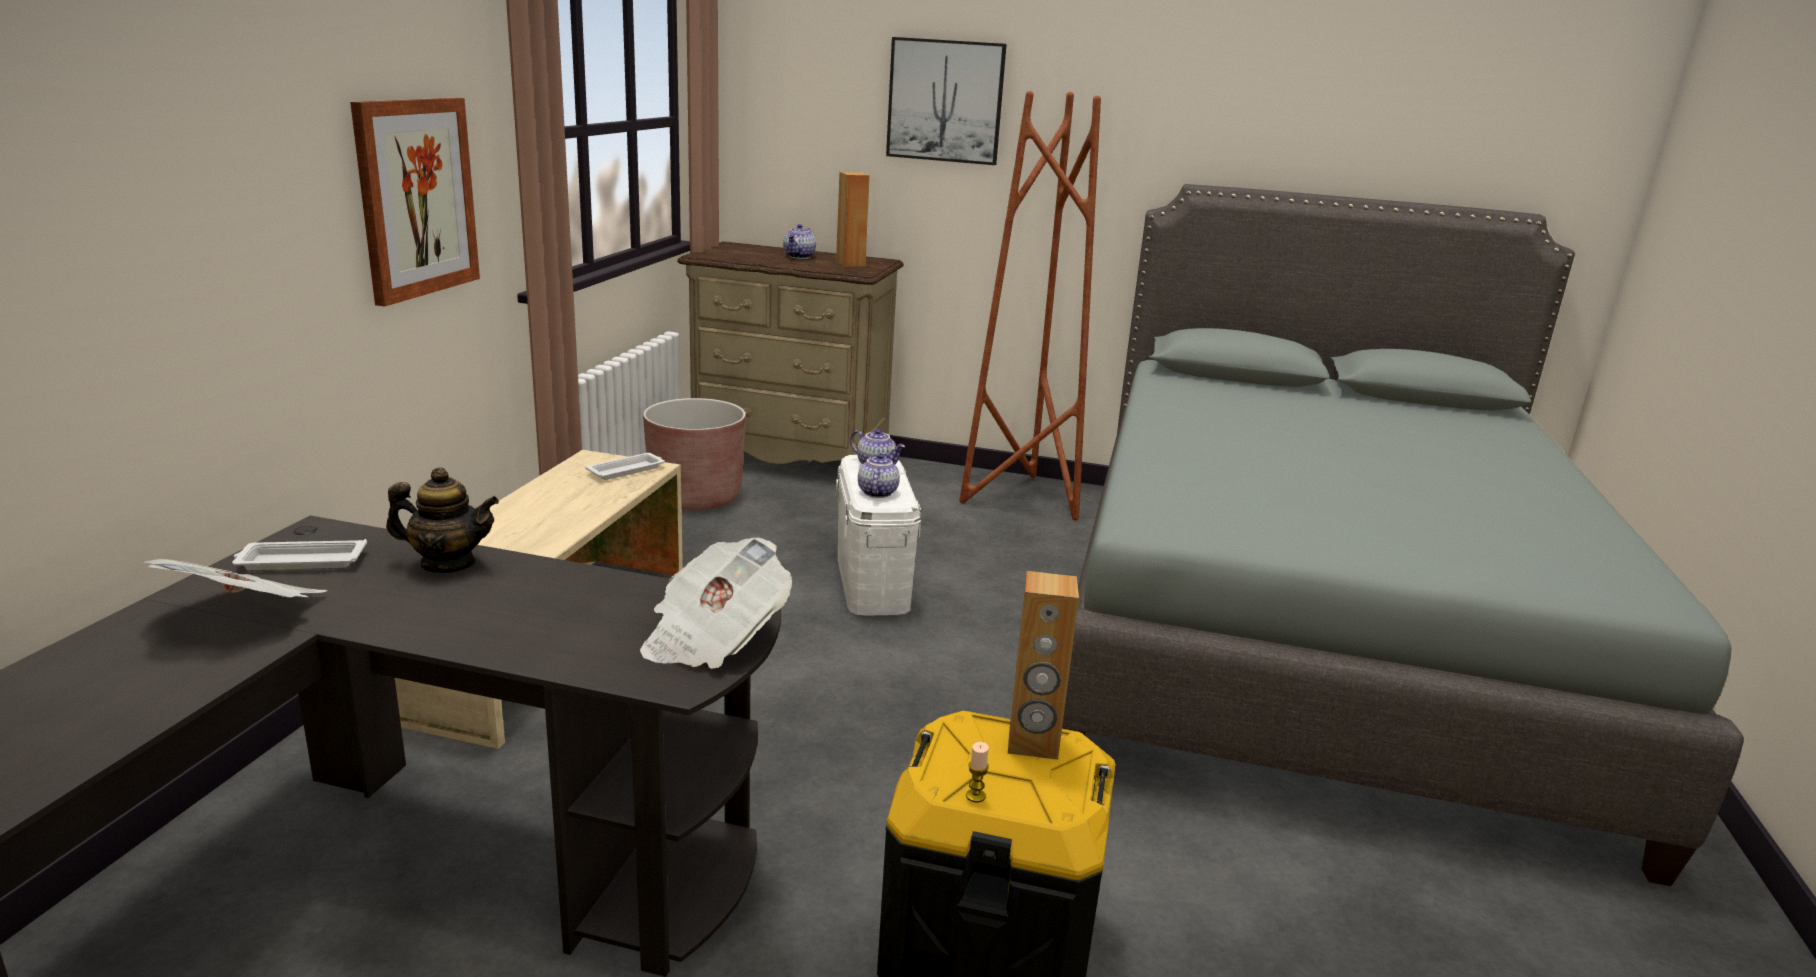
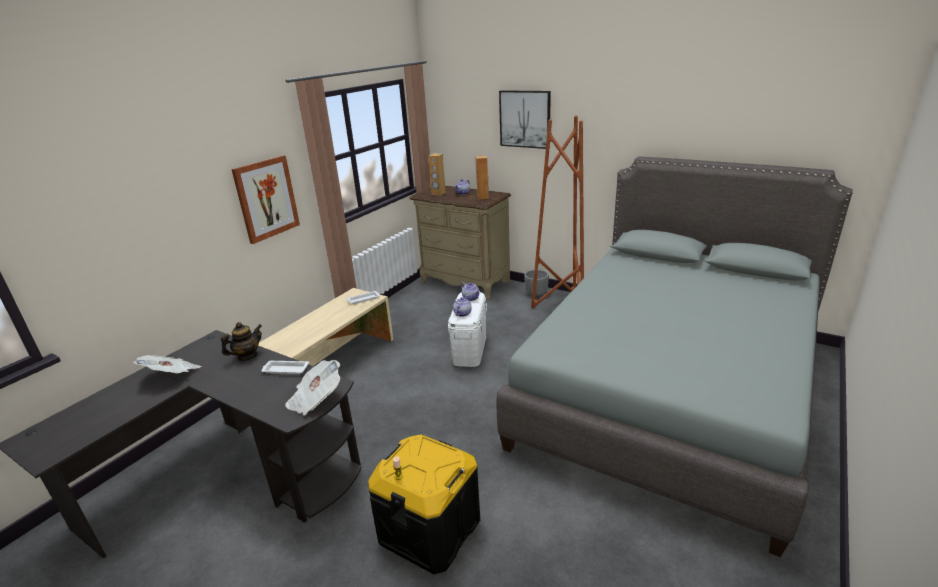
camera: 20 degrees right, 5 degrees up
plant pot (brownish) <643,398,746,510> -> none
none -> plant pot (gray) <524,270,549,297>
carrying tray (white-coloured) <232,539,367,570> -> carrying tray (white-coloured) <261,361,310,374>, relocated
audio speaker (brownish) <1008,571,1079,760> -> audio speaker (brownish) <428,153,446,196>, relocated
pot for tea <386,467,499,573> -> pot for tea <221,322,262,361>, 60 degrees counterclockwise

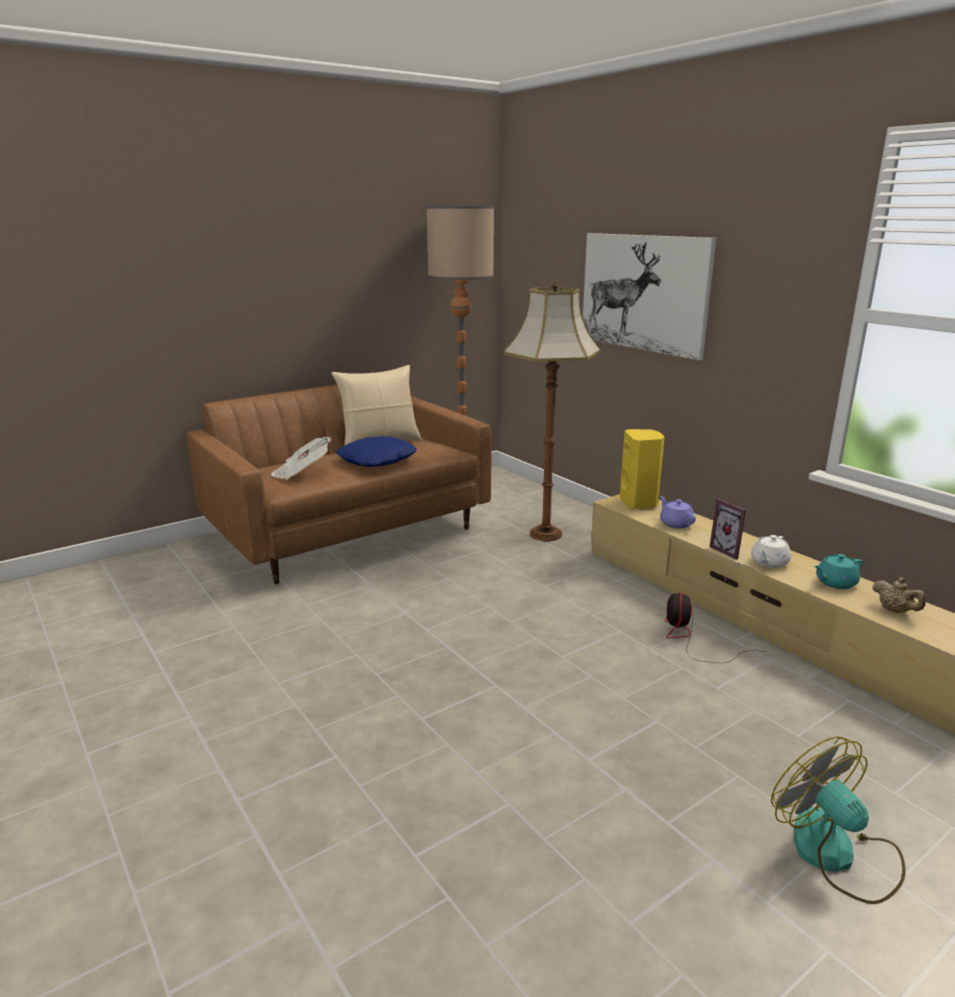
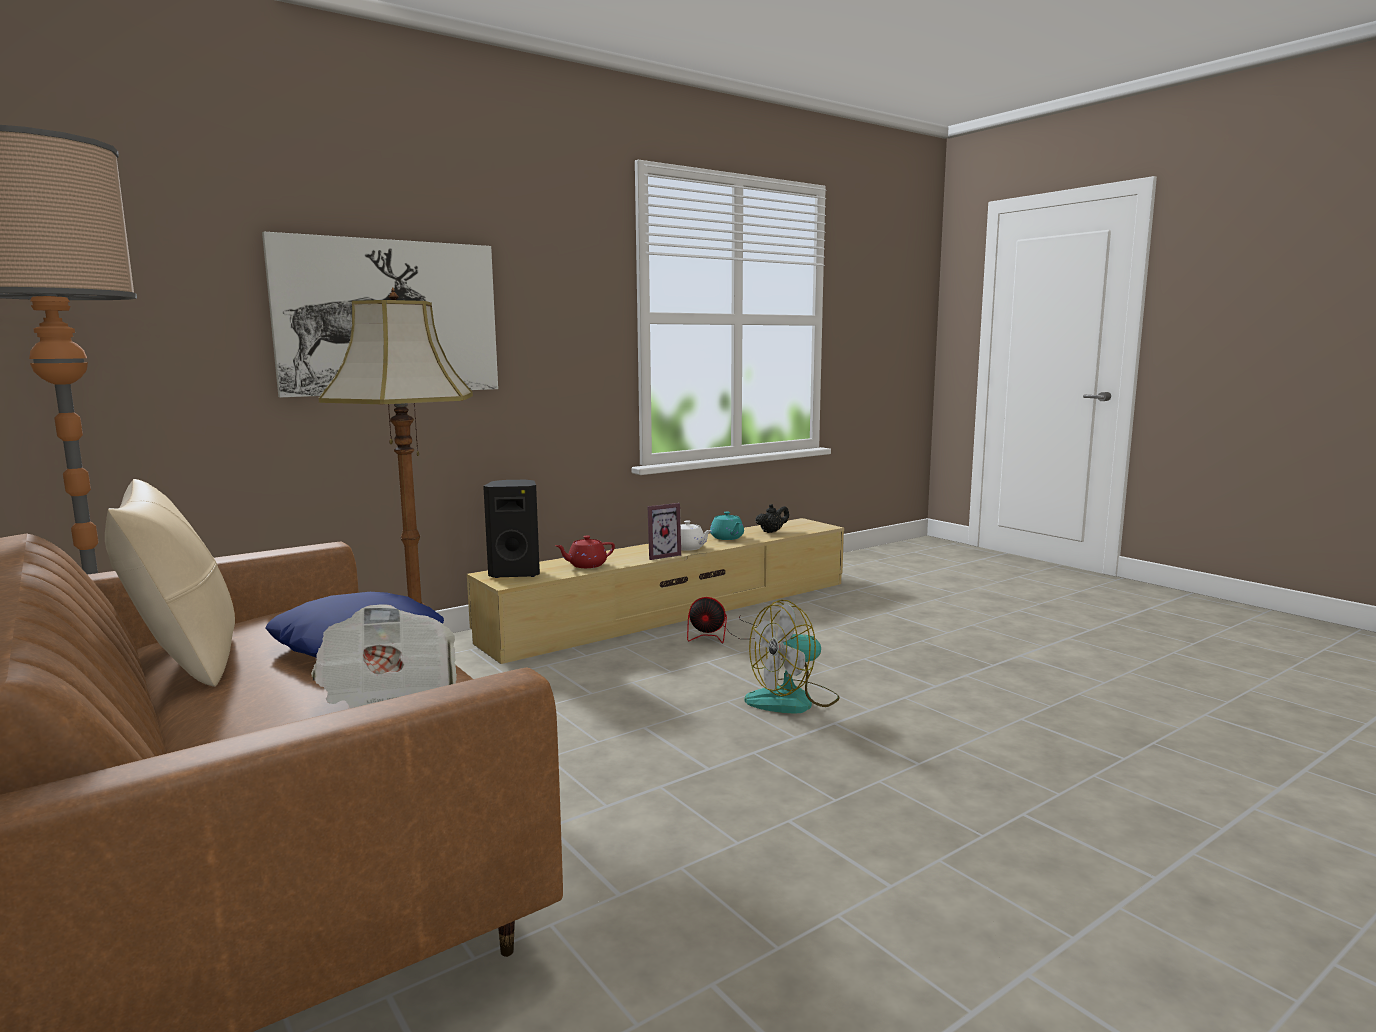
camera: 90 degrees left, 10 degrees down
electric fan <771,736,906,904> -> electric fan <745,600,840,714>, relocated
audio speaker (yellowish) <620,429,665,509> -> audio speaker (black) <483,480,540,578>
pot for tea (purple-coloured) <660,496,696,529> -> pot for tea (red) <555,536,615,568>
pot for tea (sand-coloured) <872,577,926,613> -> pot for tea (black) <755,504,789,533>

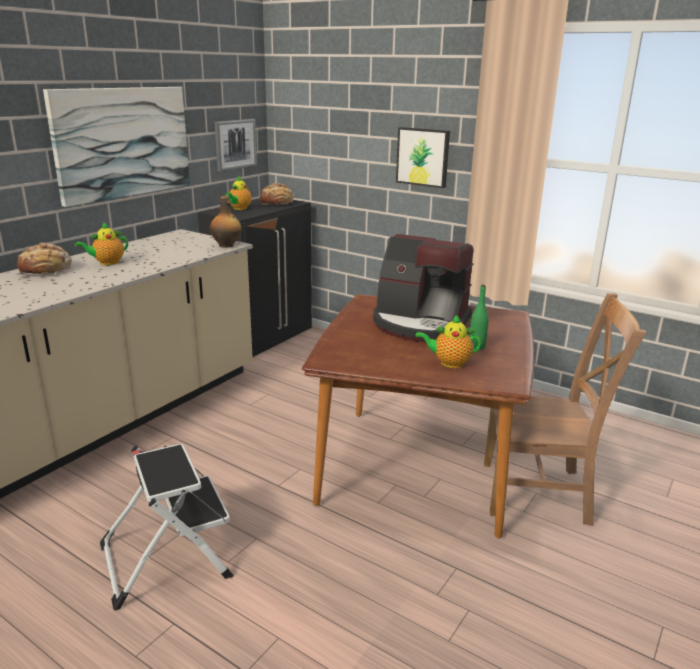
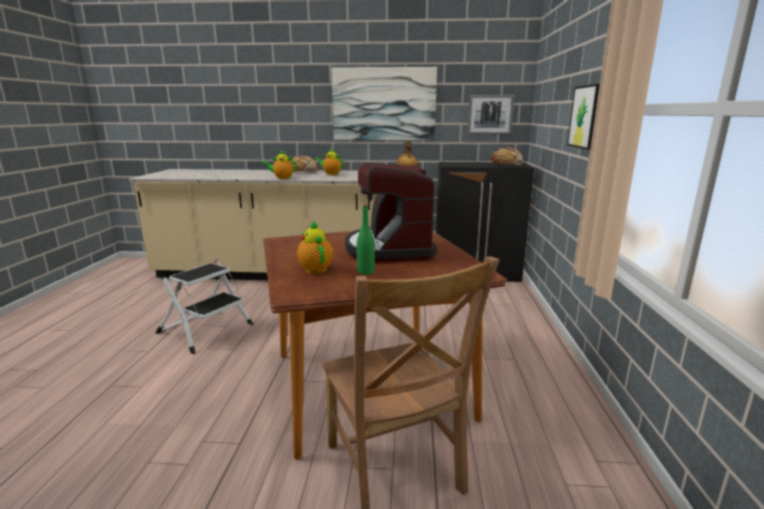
camera: 60 degrees right, 5 degrees down
pot for tea <225,176,252,210> -> pot for tea <261,150,297,179>, relocated

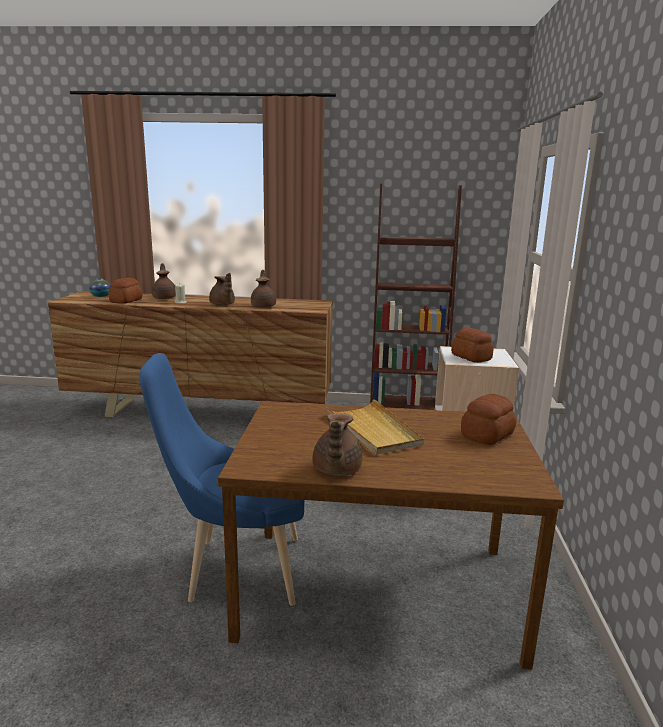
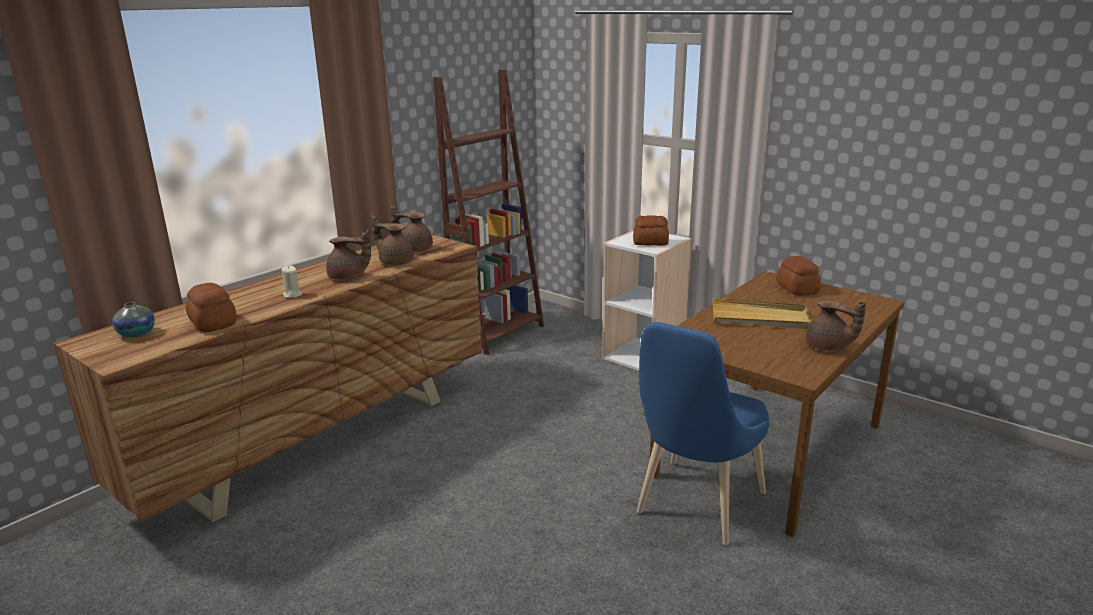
camera: 55 degrees left, 5 degrees up
pot for tea (brownish) <152,263,176,299> -> pot for tea (brownish) <390,205,433,252>, relocated

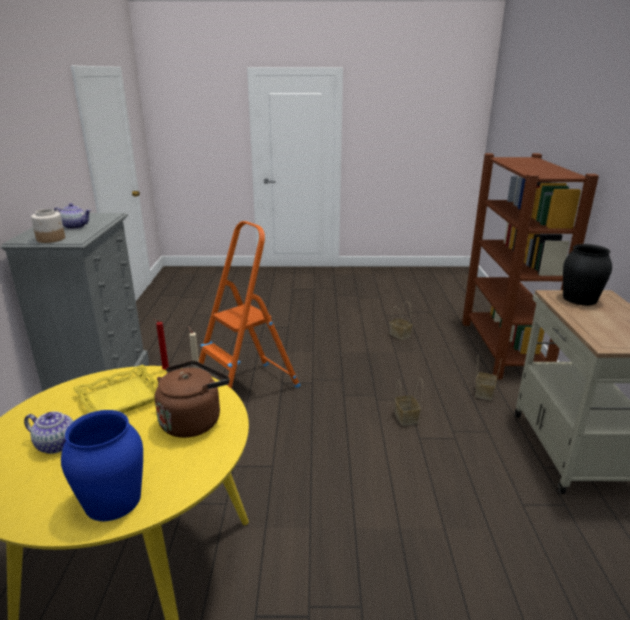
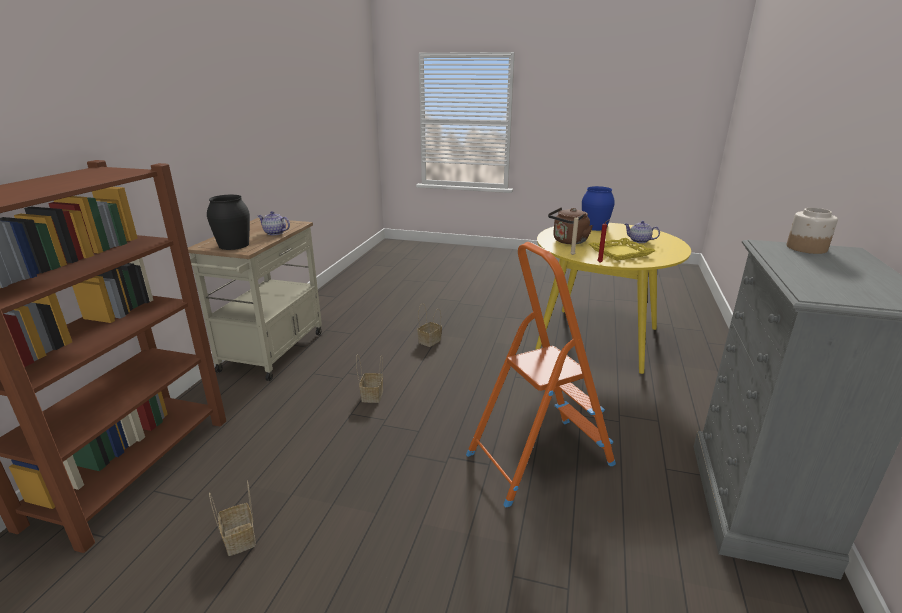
camera: 165 degrees left, 0 degrees up
pot for tea <54,203,91,229> -> pot for tea <258,211,290,235>, relocated
basket <475,354,501,400> -> basket <417,304,442,347>, relocated

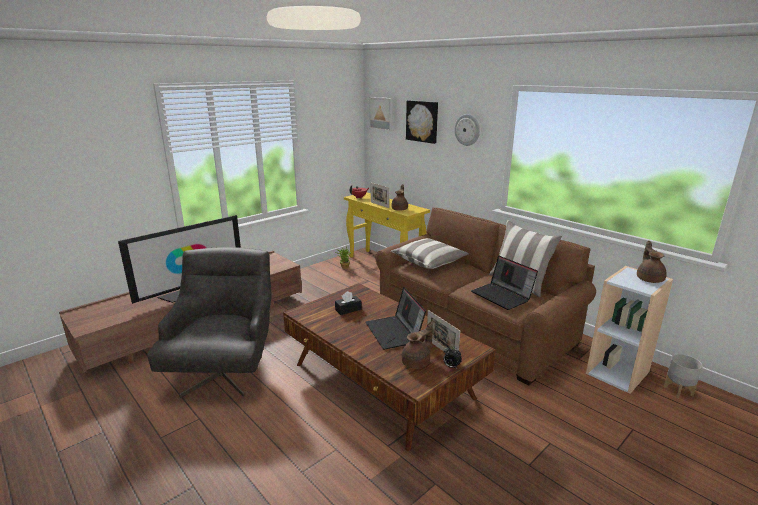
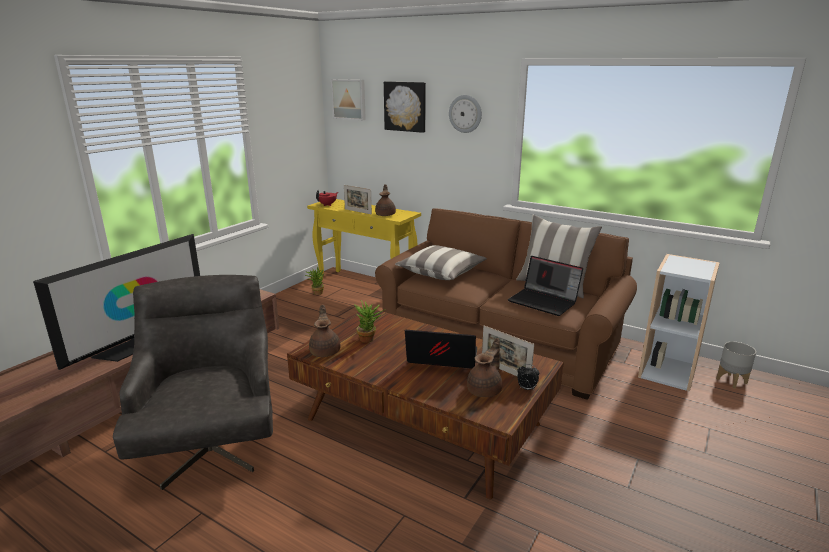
camera: 15 degrees left, 0 degrees up
pot for tea (brownish) <637,241,667,283> -> pot for tea (brownish) <309,305,340,357>, relocated
tissue box (black) <335,291,362,315> -> plant in a pot <354,300,385,343>
portable computer <366,287,426,350> -> portable computer <405,330,477,369>, 135 degrees clockwise

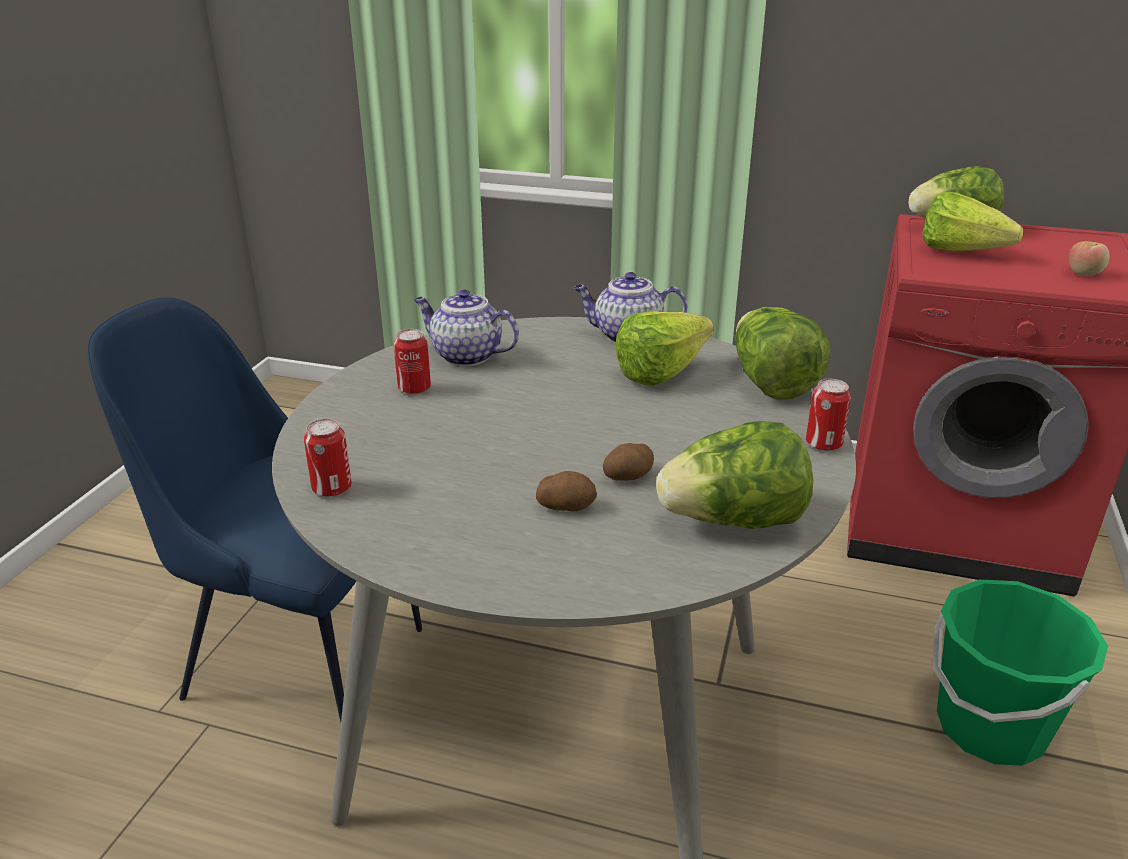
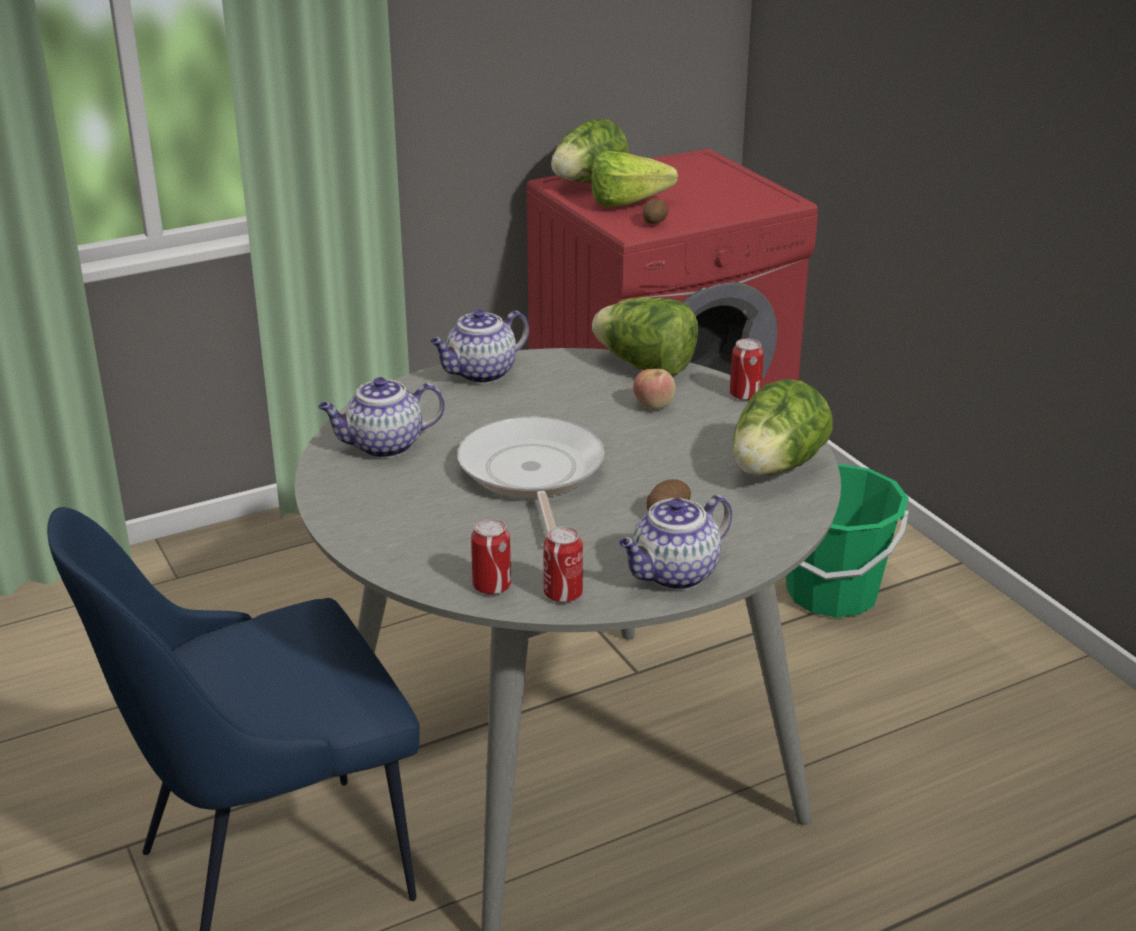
camera: 45 degrees left, 0 degrees up
head of lettuce <615,311,714,386> -> none
none -> pan <457,416,605,533>
none -> pot for tea <619,495,732,590>
can <394,329,431,395> -> can <544,526,583,602>, relocated
spud <603,443,654,481> -> spud <643,198,669,224>, relocated
whole apple <1069,241,1110,276> -> whole apple <633,369,676,410>, relocated

